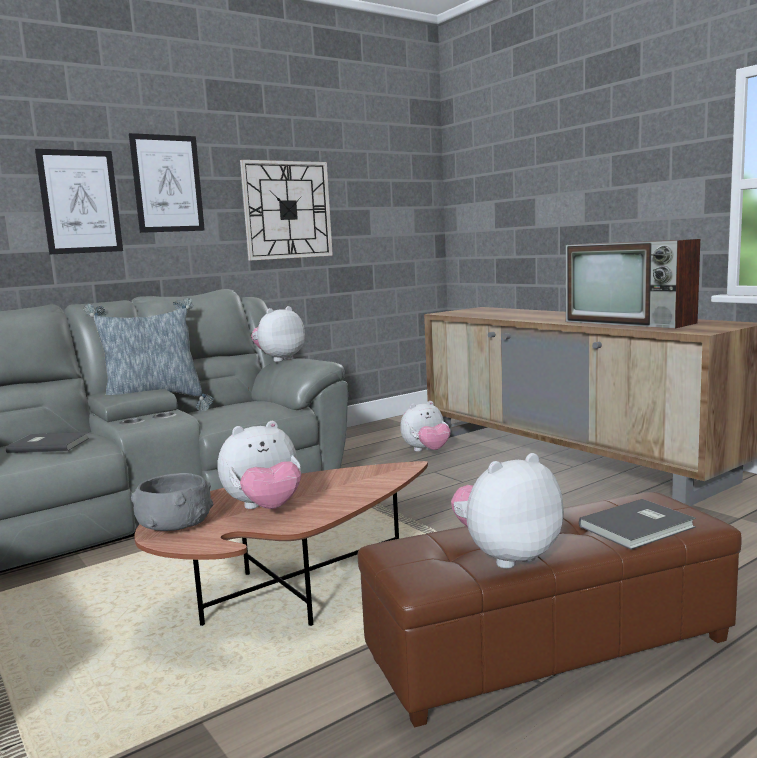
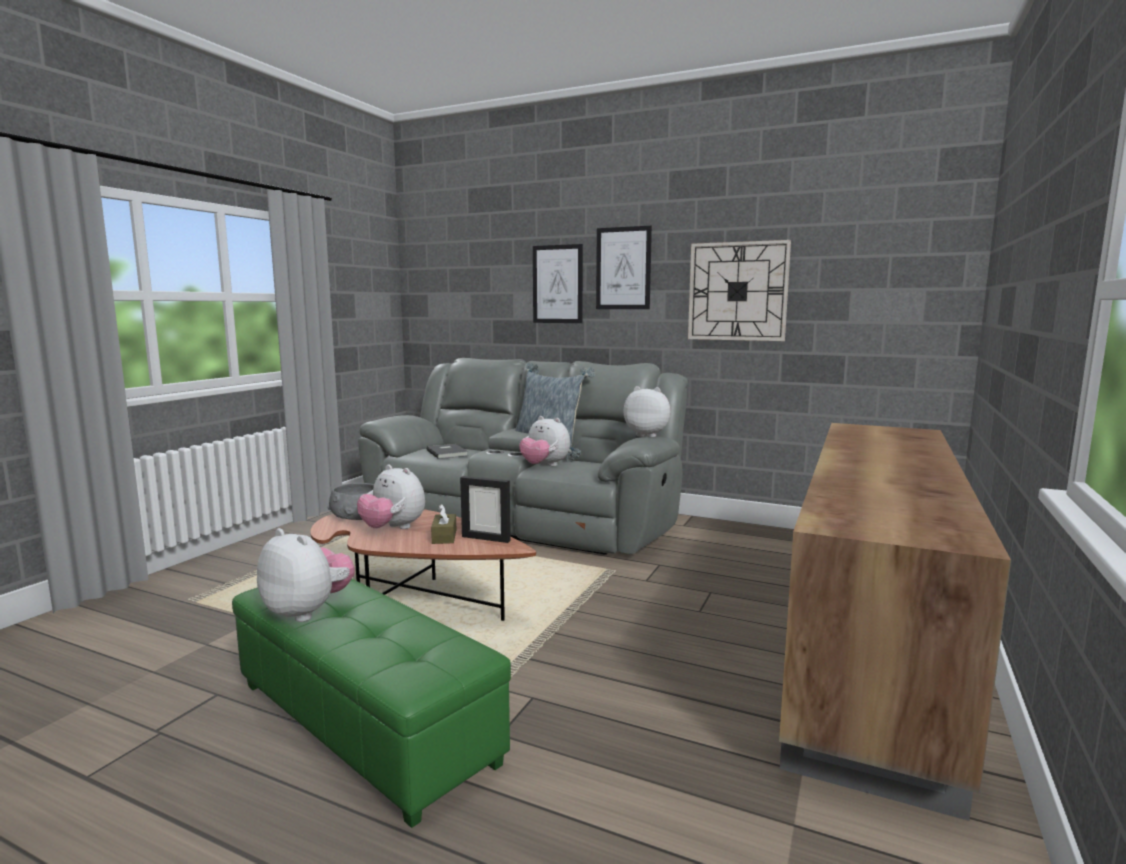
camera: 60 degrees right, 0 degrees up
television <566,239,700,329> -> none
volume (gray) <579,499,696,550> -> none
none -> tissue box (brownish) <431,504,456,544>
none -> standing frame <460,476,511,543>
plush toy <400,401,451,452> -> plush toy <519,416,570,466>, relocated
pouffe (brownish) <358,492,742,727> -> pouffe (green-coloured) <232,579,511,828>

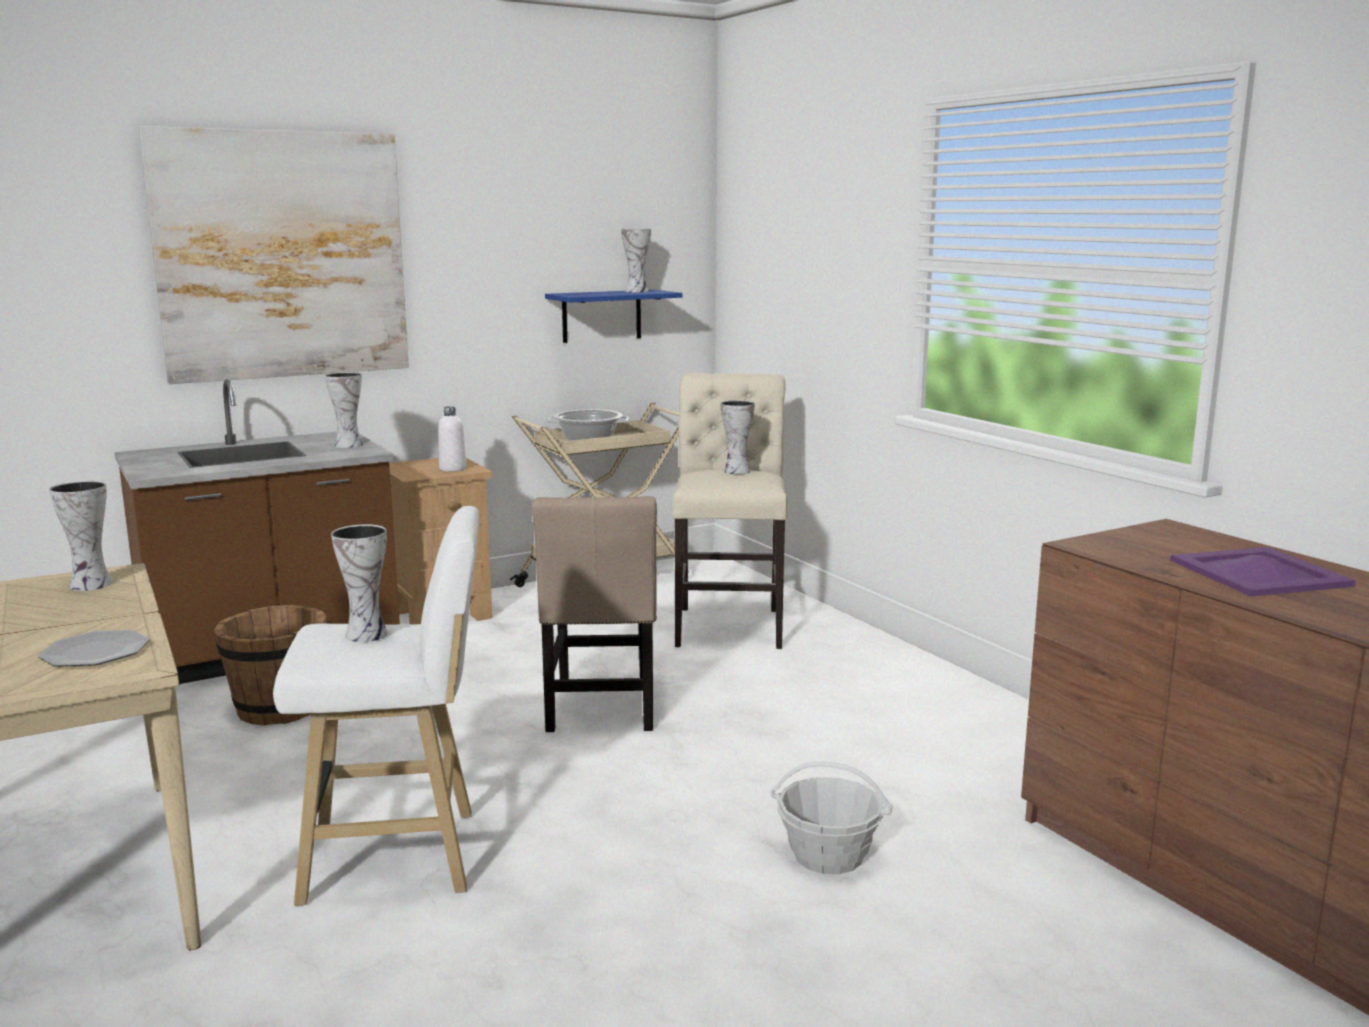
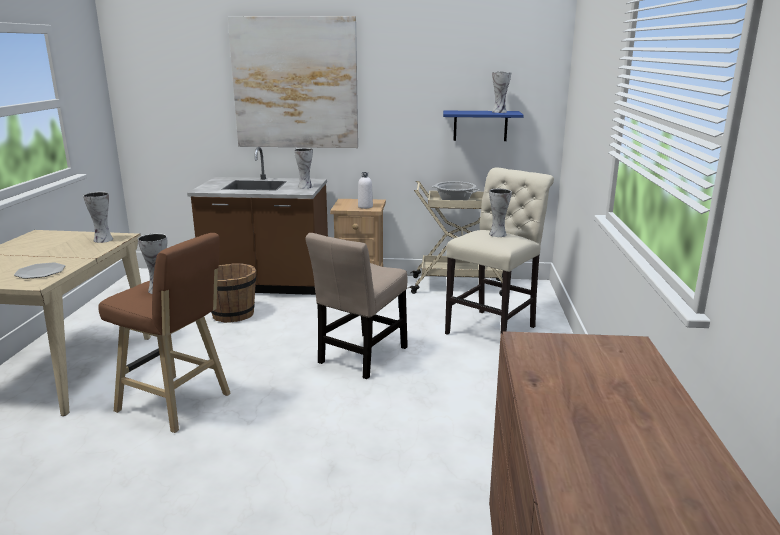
camera: 35 degrees right, 5 degrees up
basket <771,761,892,874> -> none
carrying tray (purple-coloured) <1170,547,1356,596> -> none
stool seat (white-coloured) <273,506,479,906> -> stool seat (brownish) <98,233,231,433>

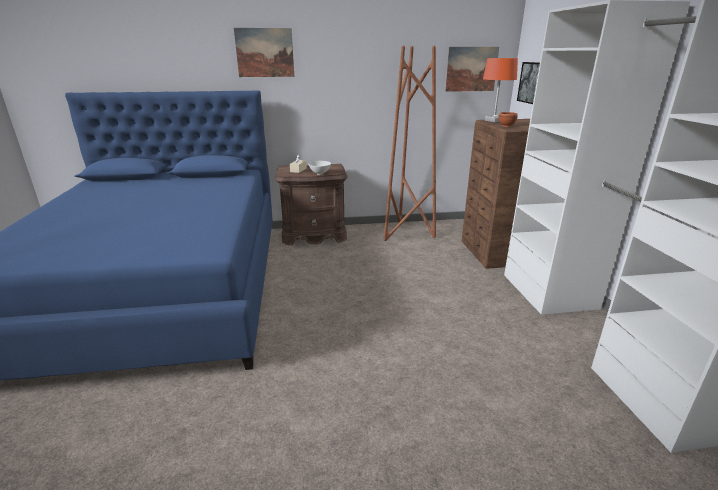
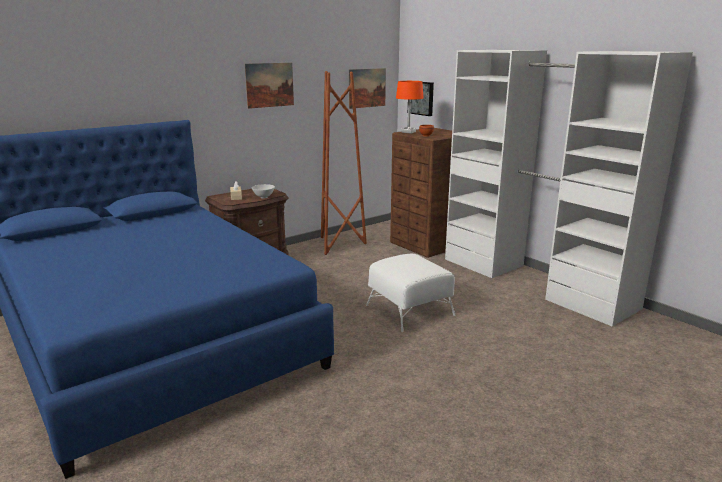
camera: 30 degrees left, 5 degrees down
none -> pouffe (white-coloured) <366,254,456,332>
picture <234,28,294,77> -> picture <244,63,294,109>, relocated

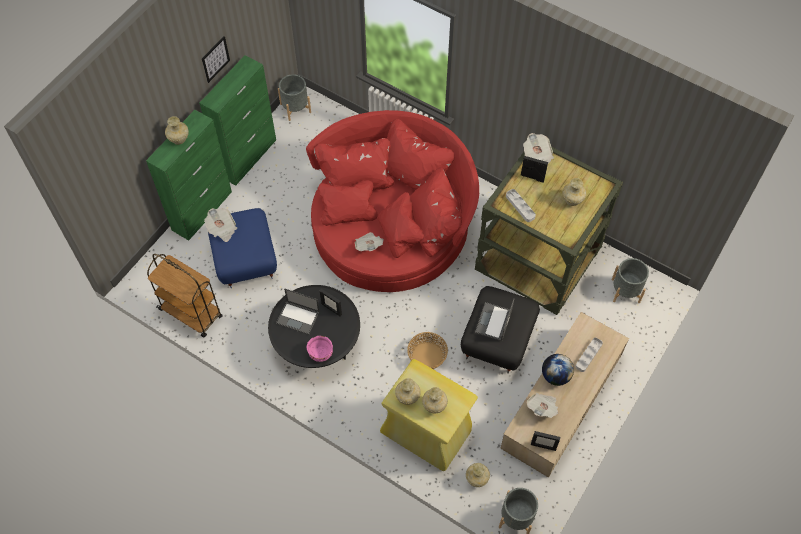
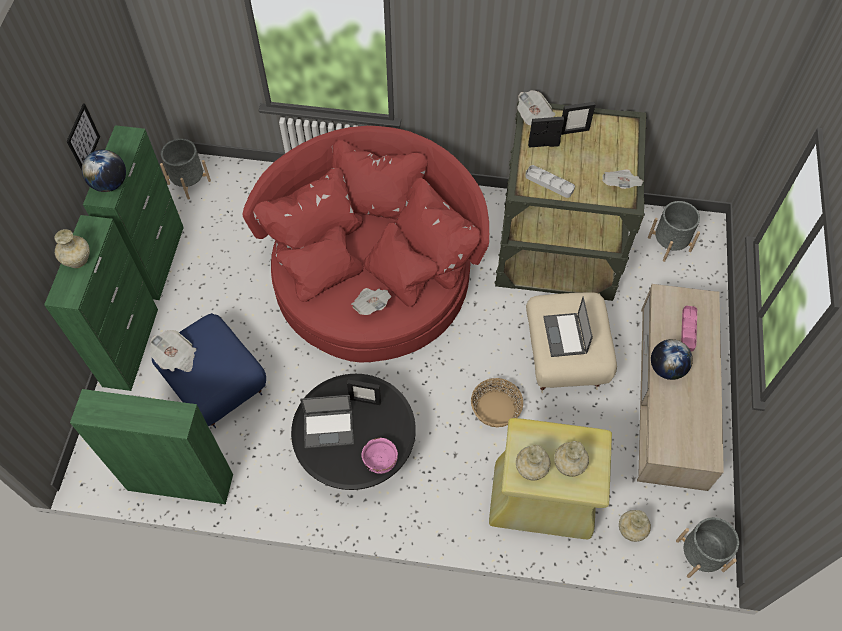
camera: 25 degrees left, 0 degrees up
vase (sand-coloured) <562,178,586,206> -> none
none -> desk globe <82,150,126,192>
printed paper <527,393,558,418> -> printed paper <602,169,643,189>, relocated
standing frame <531,431,560,451> -> standing frame <561,102,595,135>, relocated
cart (brownish) <147,254,223,337> -> storage cabinet (green-coloured) <70,389,233,505>
pouffe (black) <461,286,540,373> -> pouffe (sand-coloured) <526,292,617,393>
carrying tray (gray) <575,338,603,372> -> carrying tray (pink-coloured) <681,306,697,352>

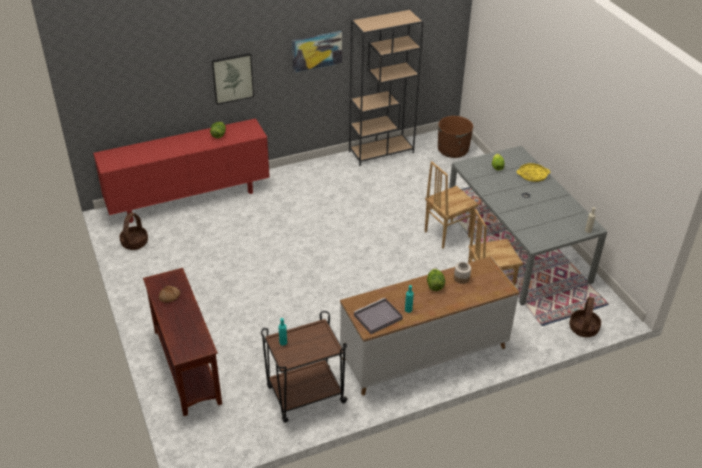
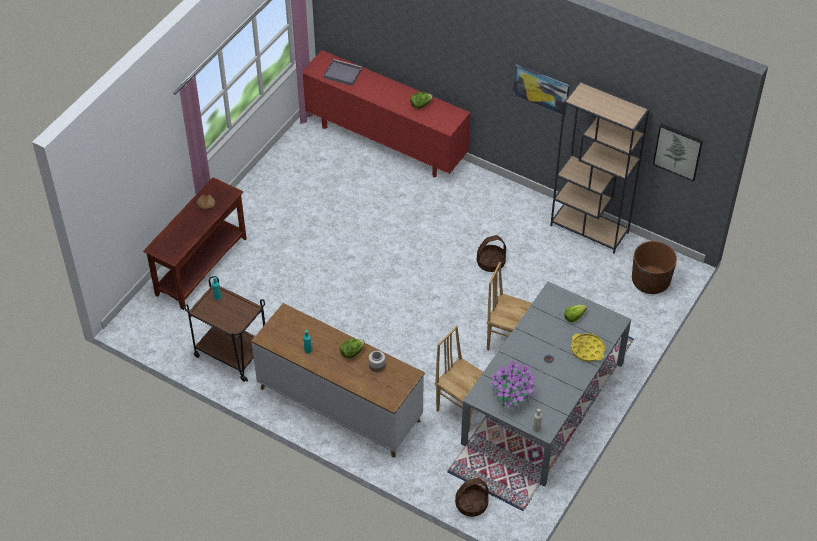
camera: 55 degrees right, 10 degrees up
none -> plant in a pot <490,360,536,409>
basket <119,213,148,250> -> basket <477,235,506,272>, relocated
picture <212,53,254,105> -> picture <653,124,703,182>, relocated
carrying tray (gray) <354,297,403,334> -> carrying tray (gray) <323,59,362,86>, relocated

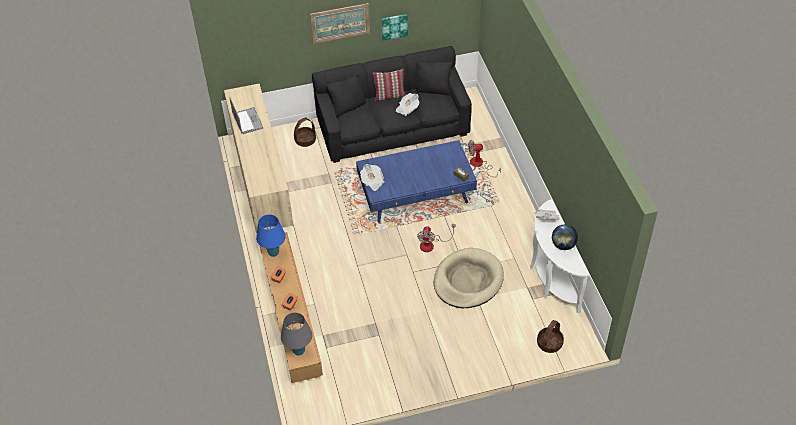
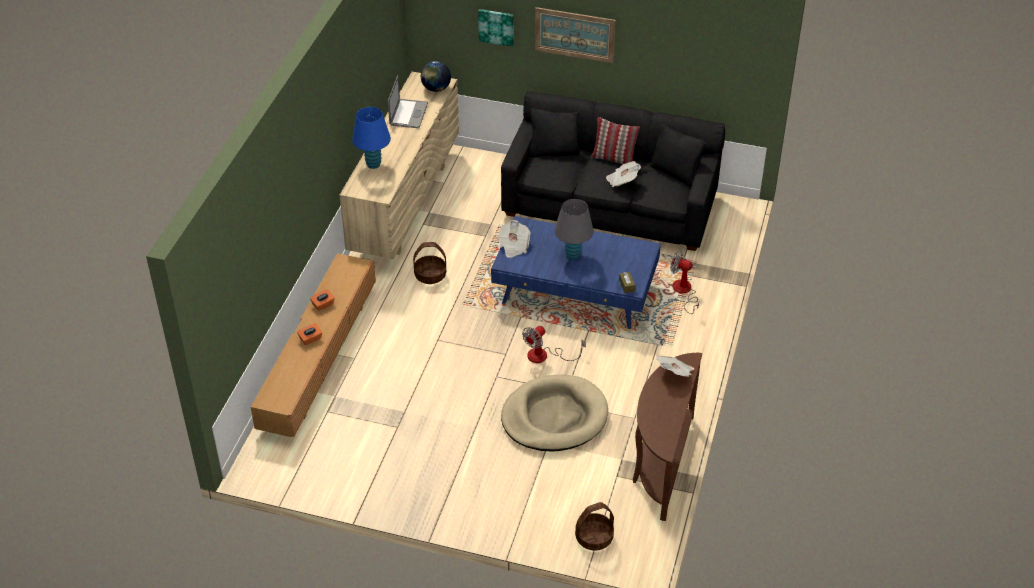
camera: 30 degrees right, 5 degrees down
lamp for a table (blue-coloured) <256,214,286,257> -> lamp for a table (blue-coloured) <352,107,391,169>, relocated
lamp for a table (gray) <281,313,312,355> -> lamp for a table (gray) <555,199,594,260>, relocated
basket <294,117,316,147> -> basket <413,242,446,284>, relocated
picture <382,14,408,41> -> picture <478,9,514,47>, relocated
desk globe <552,224,578,250> -> desk globe <421,61,451,92>, relocated
narrow table (white-coloured) <530,199,590,313> -> narrow table (brownish) <633,353,702,521>

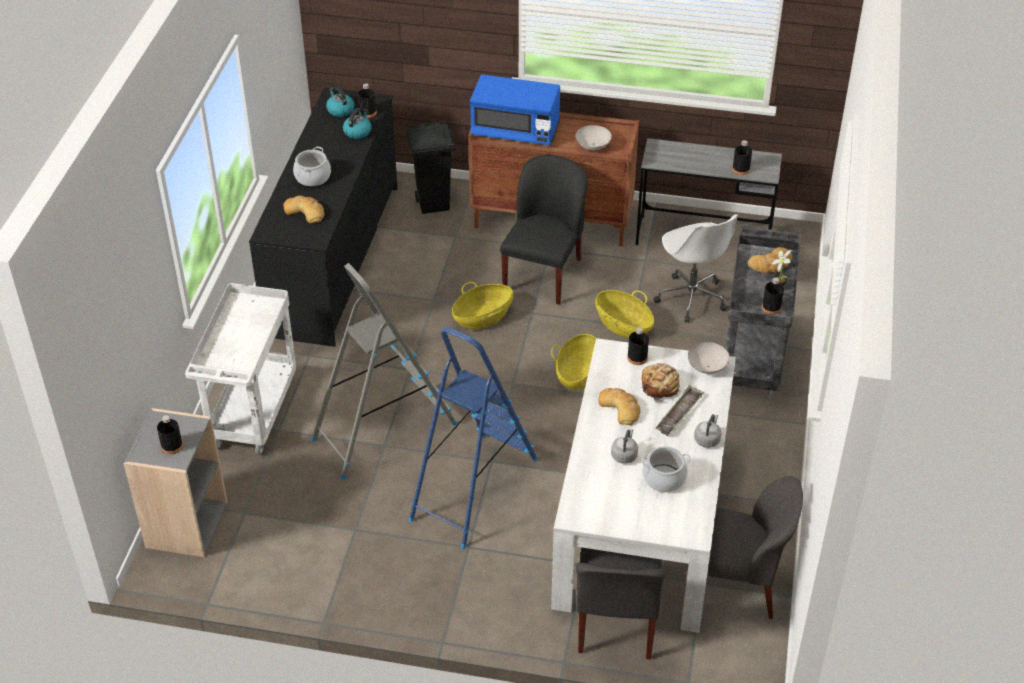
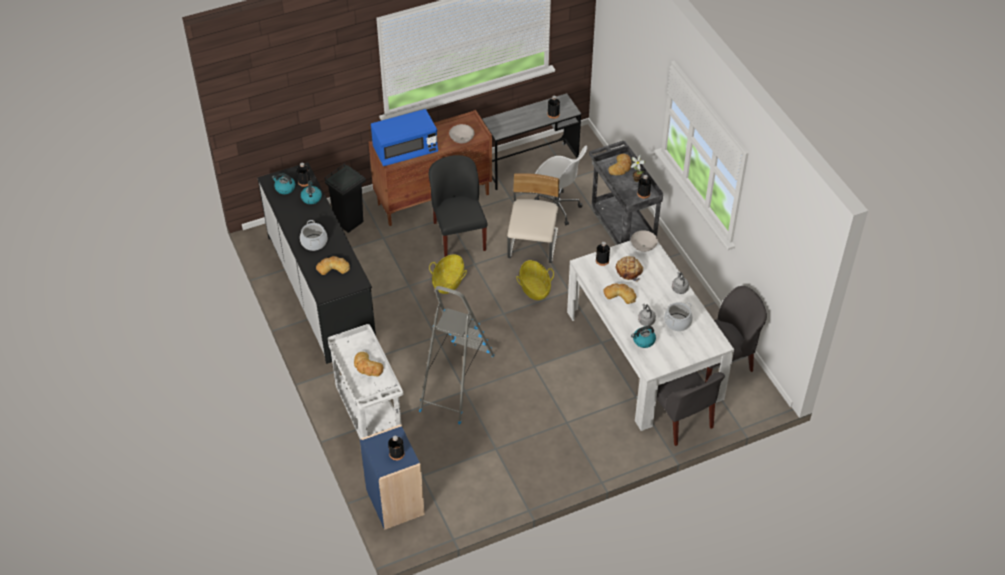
camera: 35 degrees left, 5 degrees up
stepladder (blue-coloured) <409,327,538,549> -> none
carrying tray <655,385,704,436> -> none
none -> baked bread <354,352,383,376>
none -> tea kettle <631,326,656,348>
basket <595,290,654,338> -> chair (sand-coloured) <507,173,560,263>
bookshelf (gray) <123,408,228,557> -> bookshelf (blue-coloured) <360,425,425,530>

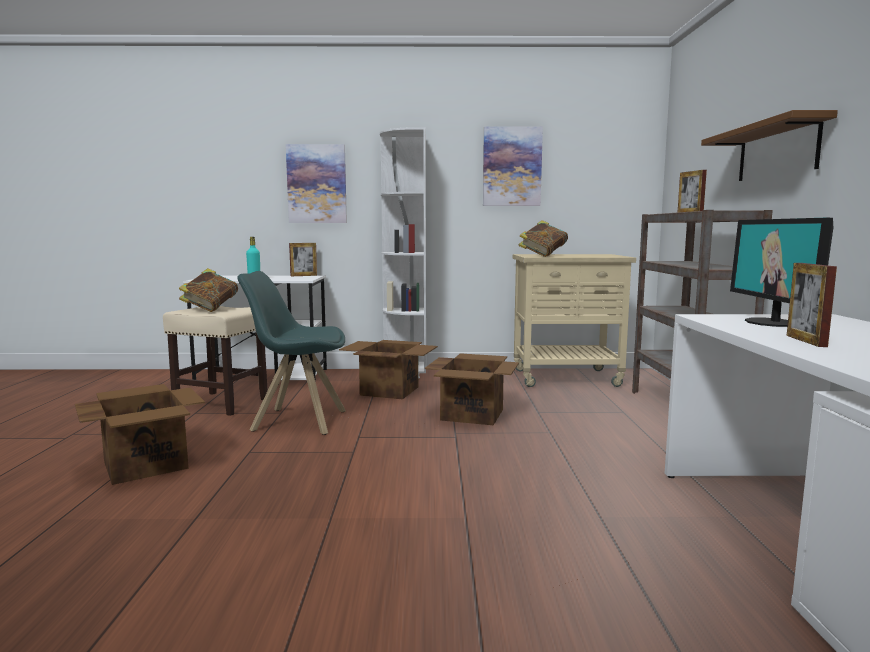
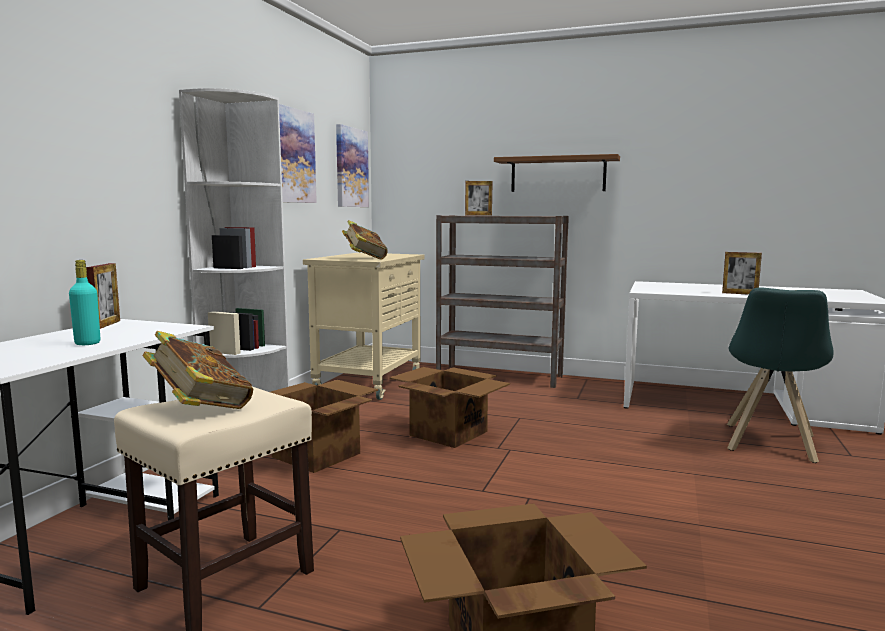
camera: 70 degrees left, 0 degrees up
computer display <730,218,833,327> -> none
chair (turquoise) <237,271,346,435> -> chair (turquoise) <727,287,834,463>, relocated
picture <286,144,347,223> -> picture <336,124,369,207>, relocated

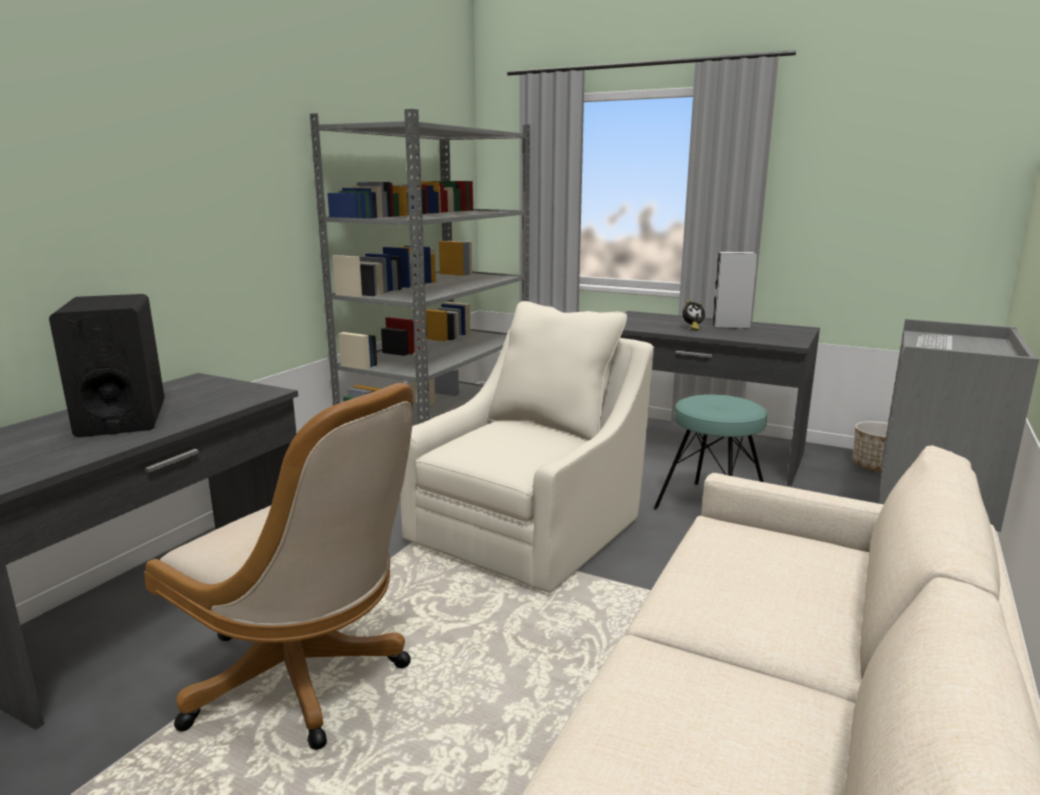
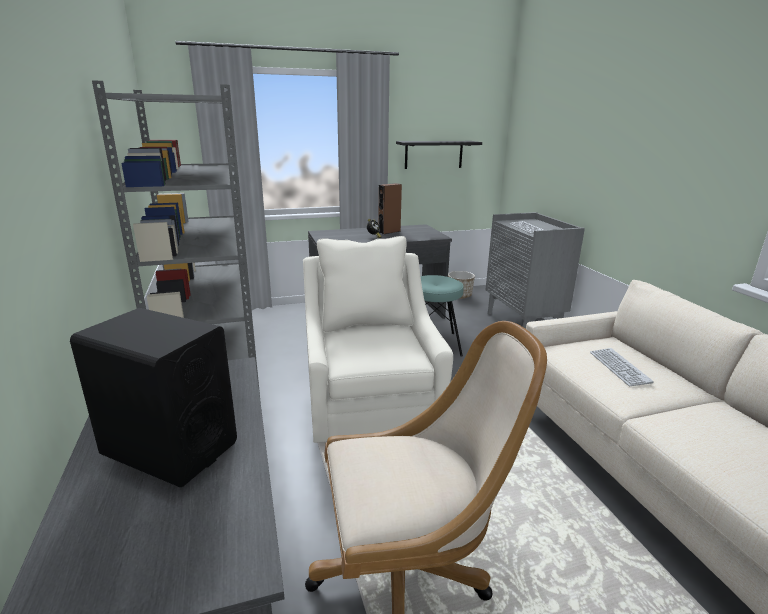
camera: 45 degrees left, 5 degrees up
none -> shelf (black) <396,141,482,169>
none -> PC keyboard <590,348,654,386>
audio speaker (gray) <712,252,757,329> -> audio speaker (brownish) <378,183,402,235>

